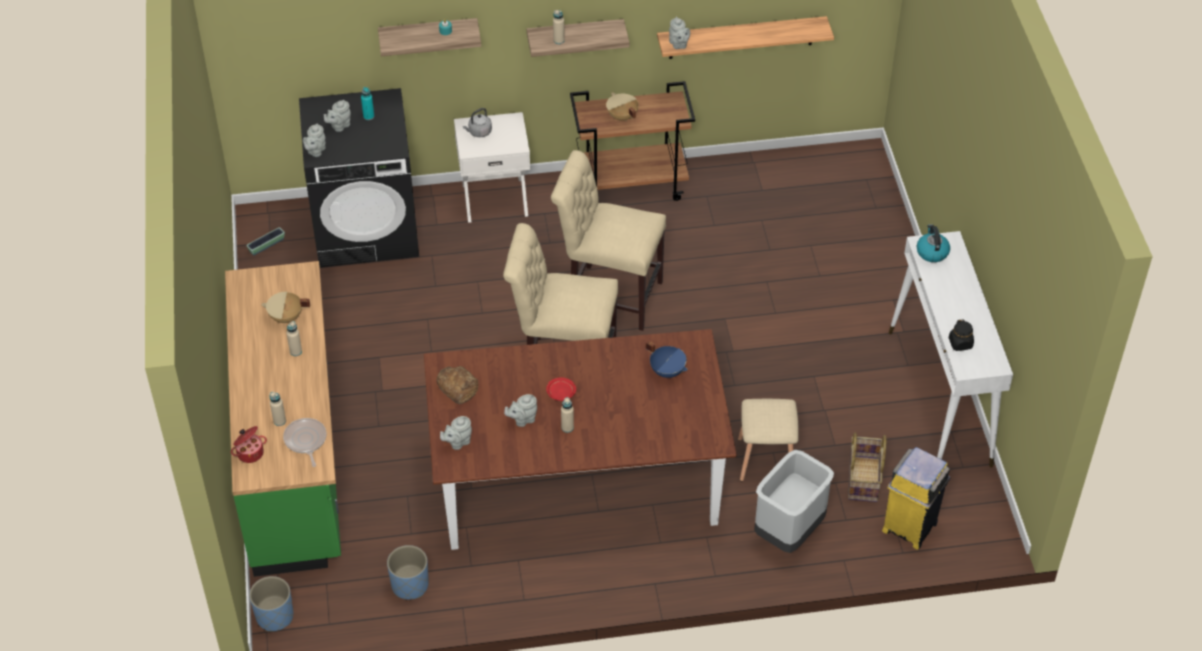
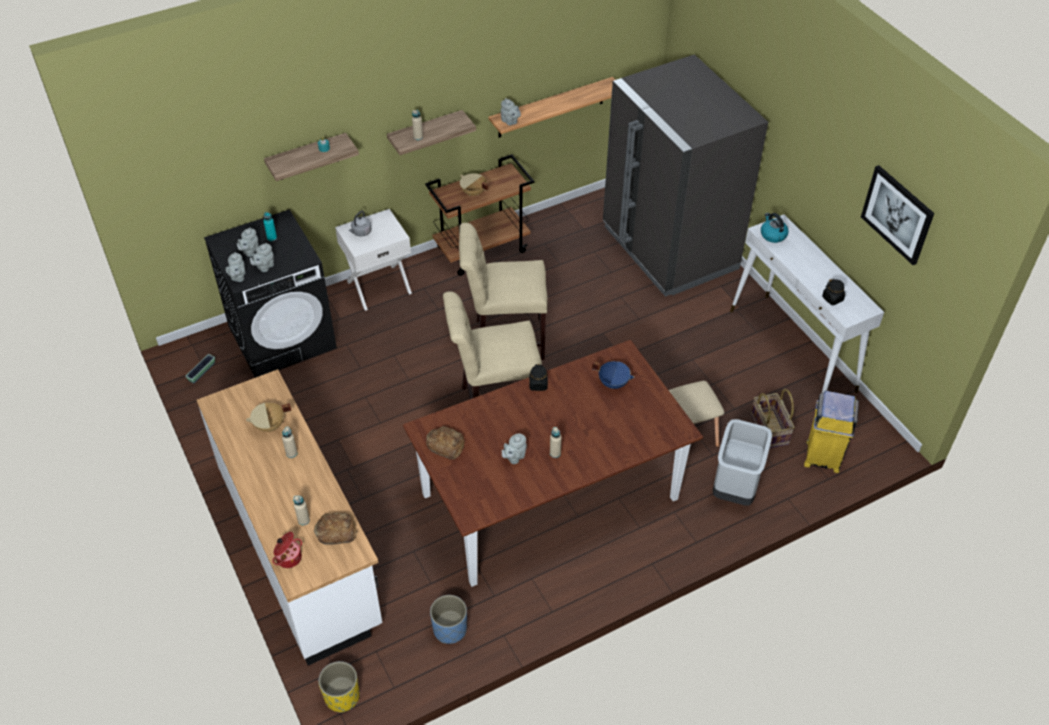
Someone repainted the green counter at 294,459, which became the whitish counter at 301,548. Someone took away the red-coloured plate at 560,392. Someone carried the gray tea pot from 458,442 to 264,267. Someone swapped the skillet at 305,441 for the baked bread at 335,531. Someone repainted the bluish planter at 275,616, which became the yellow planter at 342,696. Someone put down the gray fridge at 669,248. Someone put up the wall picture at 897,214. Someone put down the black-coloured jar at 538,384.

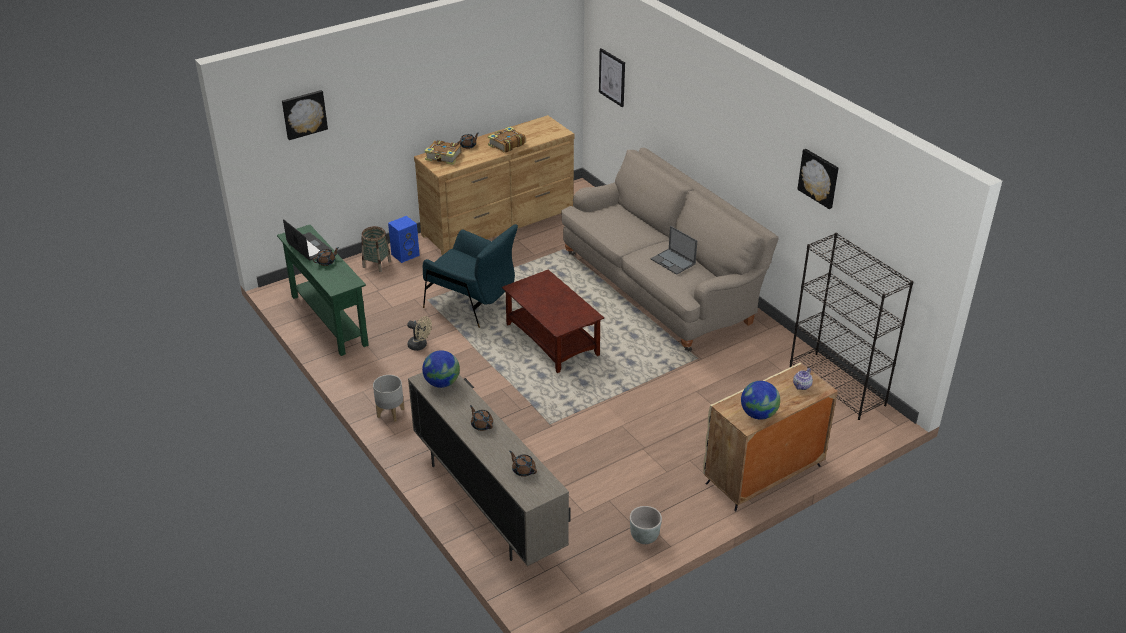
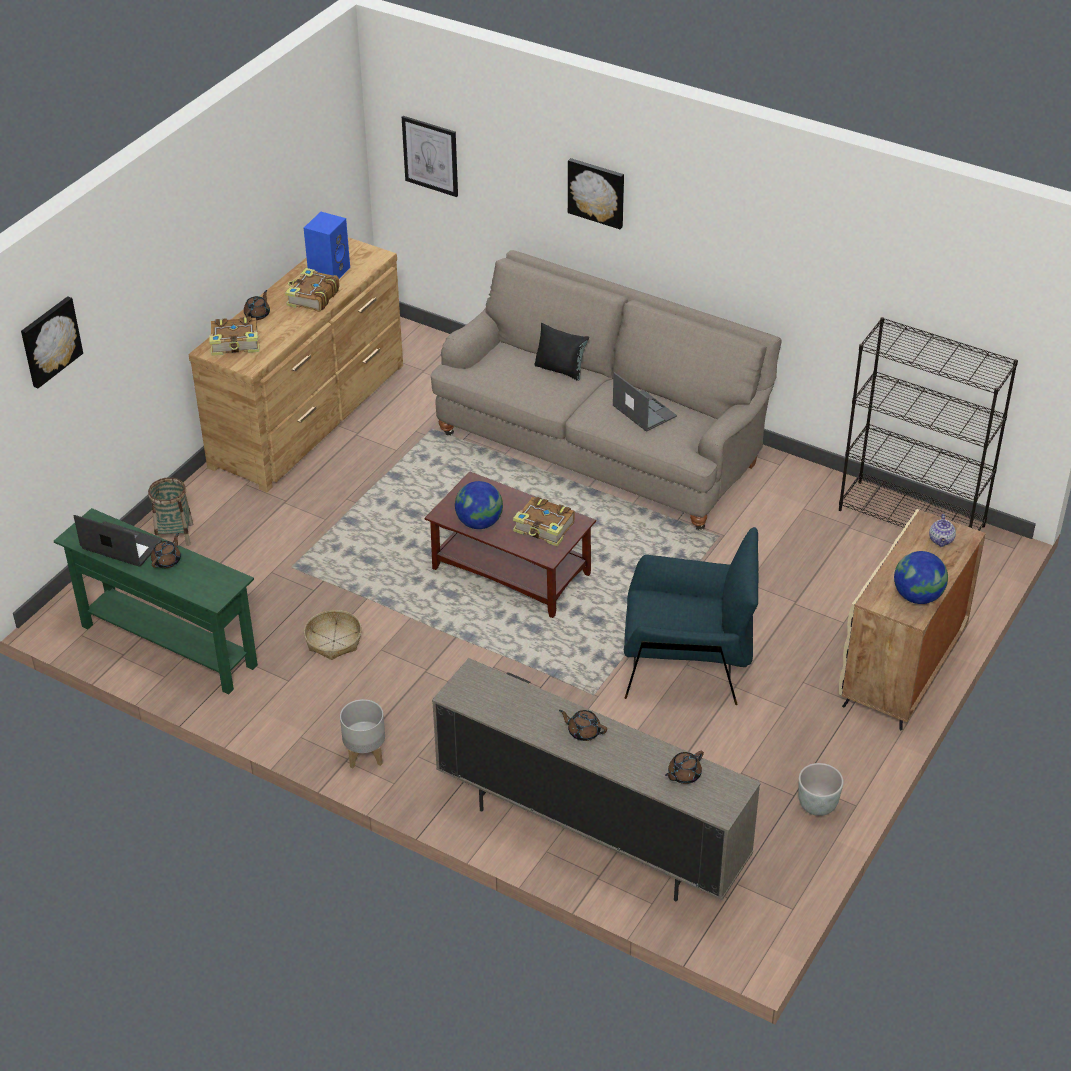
Someone carried the wall picture from 819,178 to 597,192. Someone carried the bluish audio speaker from 405,254 to 329,271. Someone carried the bluish easy chair from 471,302 to 688,664. Someone rotated the notebook computer at 673,262 by 150 degrees counterclockwise. Someone swapped the beige fan at 420,346 for the storage basket at 333,641. Someone carried the world globe from 442,383 to 479,523. Someone rotated the brown tea pot at 523,470 by 60 degrees counterclockwise. Someone put down the black-coloured cushion at 560,369. Someone put down the volume at 544,528.

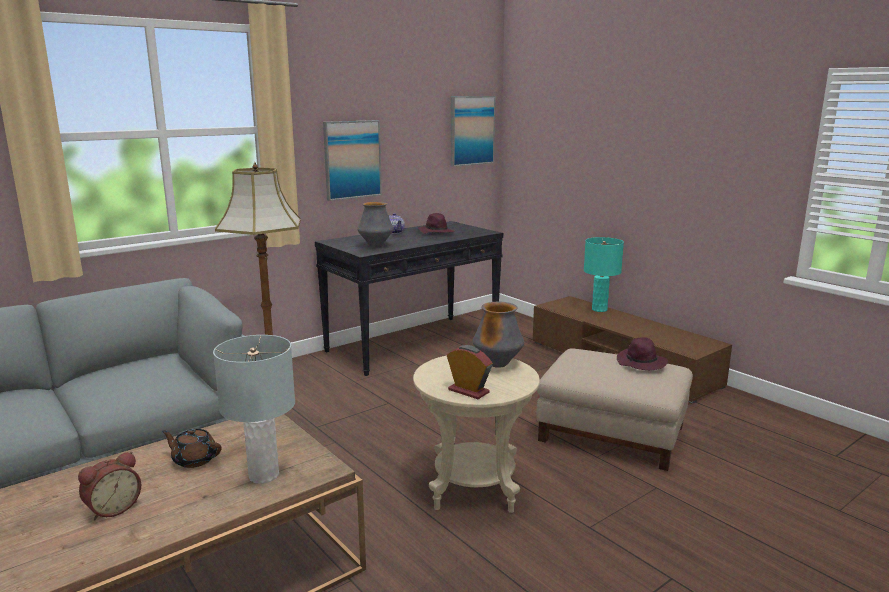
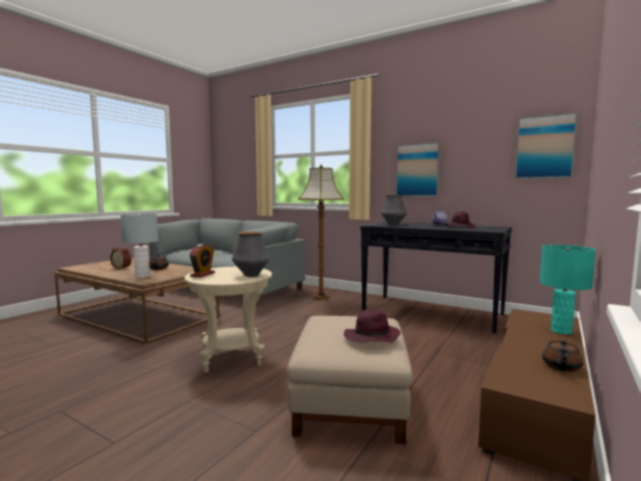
Someone put down the brown tea pot at 561,367.

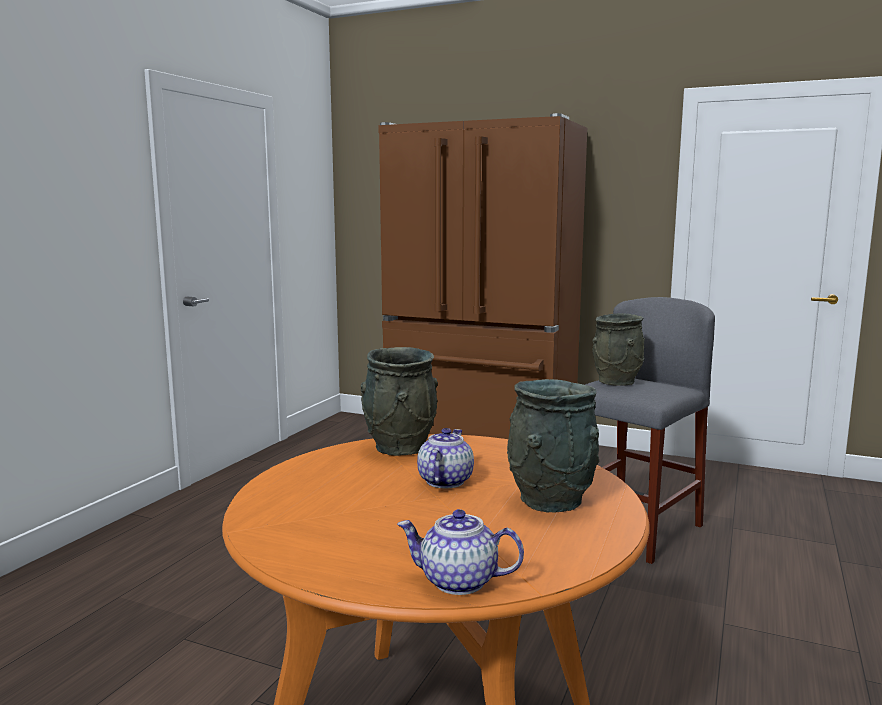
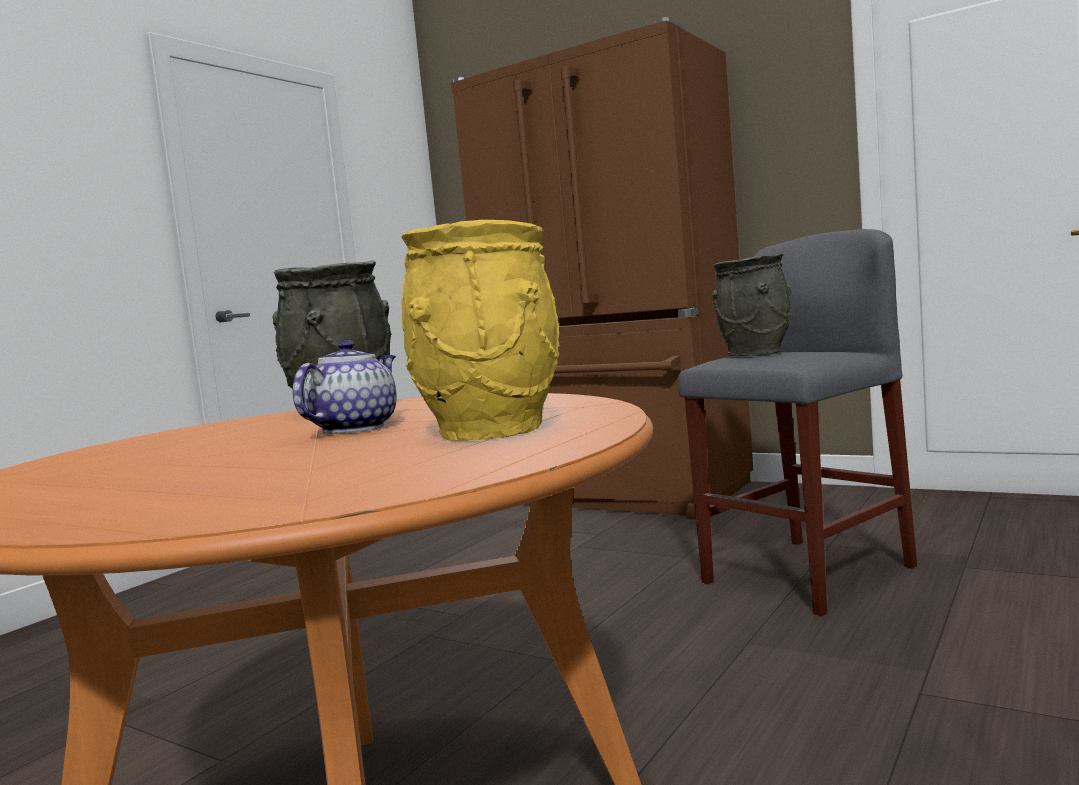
Someone repainted the gray vase at 552,501, which became the yellow vase at 491,431. Someone took away the tea pot at 458,582.

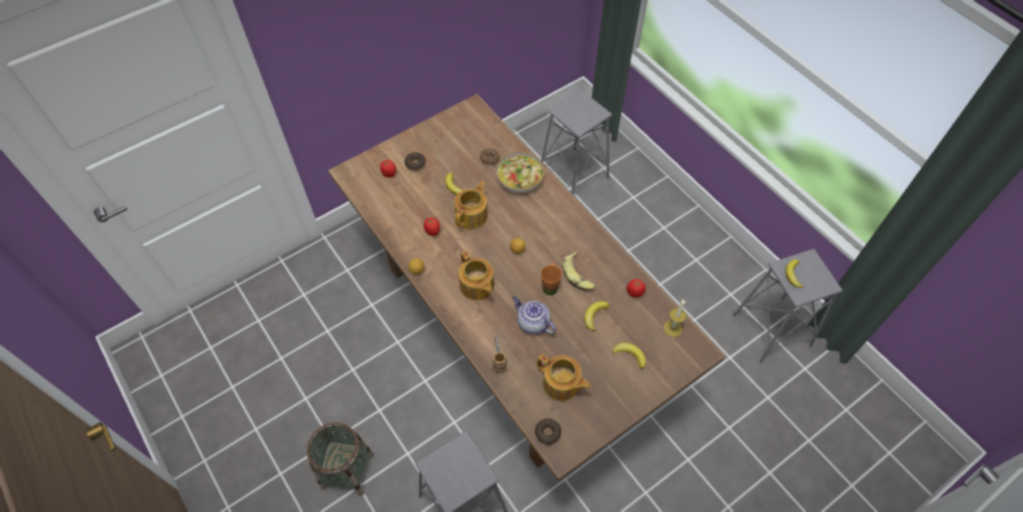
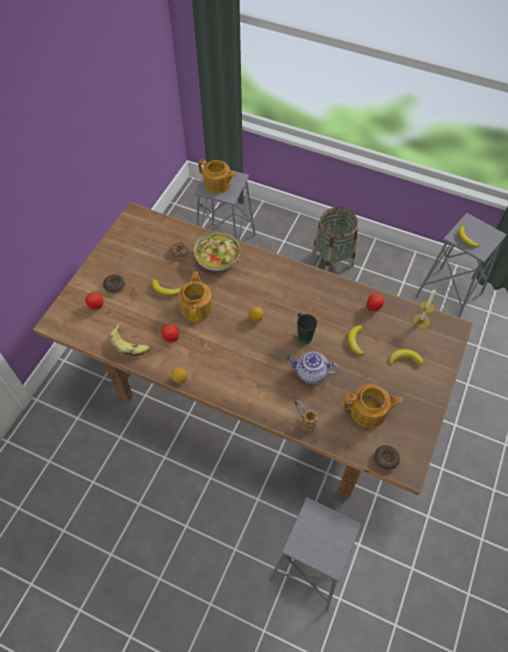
Someone carried the tea pot from 477,286 to 217,184. Someone carried the banana fruit from 578,276 to 130,344. Someone repainted the orange-coloured coffee mug at 550,285, which became the black-coloured coffee mug at 303,334. Someone carried the storage basket from 347,471 to 332,259.

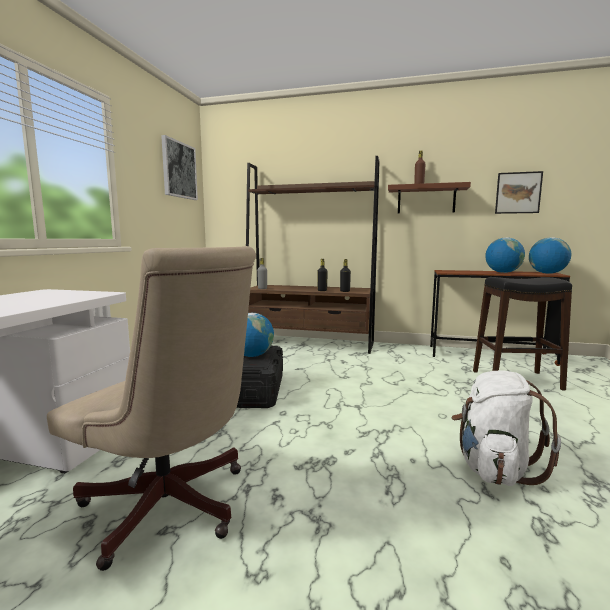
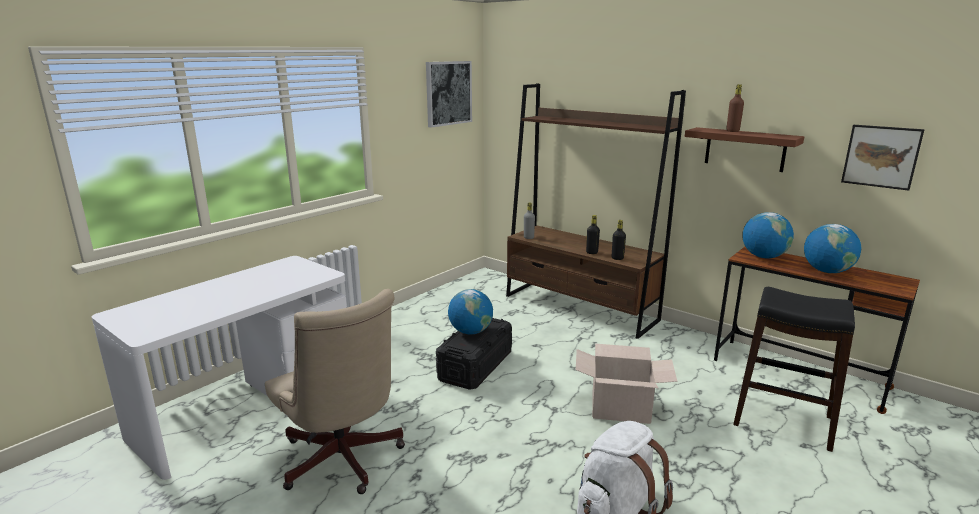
Someone carried the world globe from 547,273 to 763,257. Someone put down the cardboard box at 620,408.

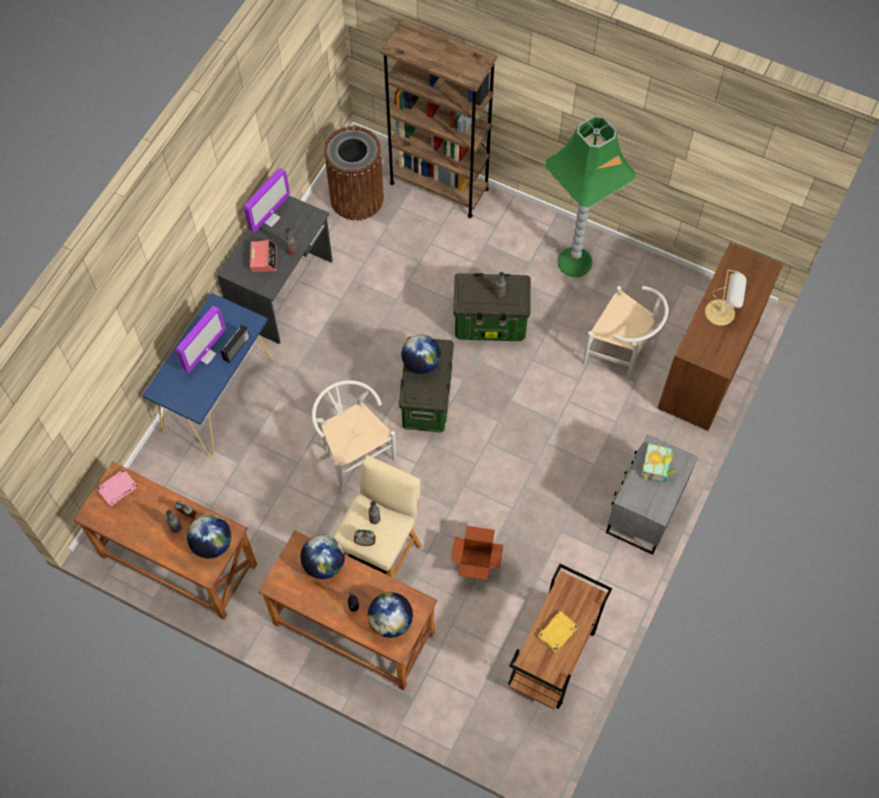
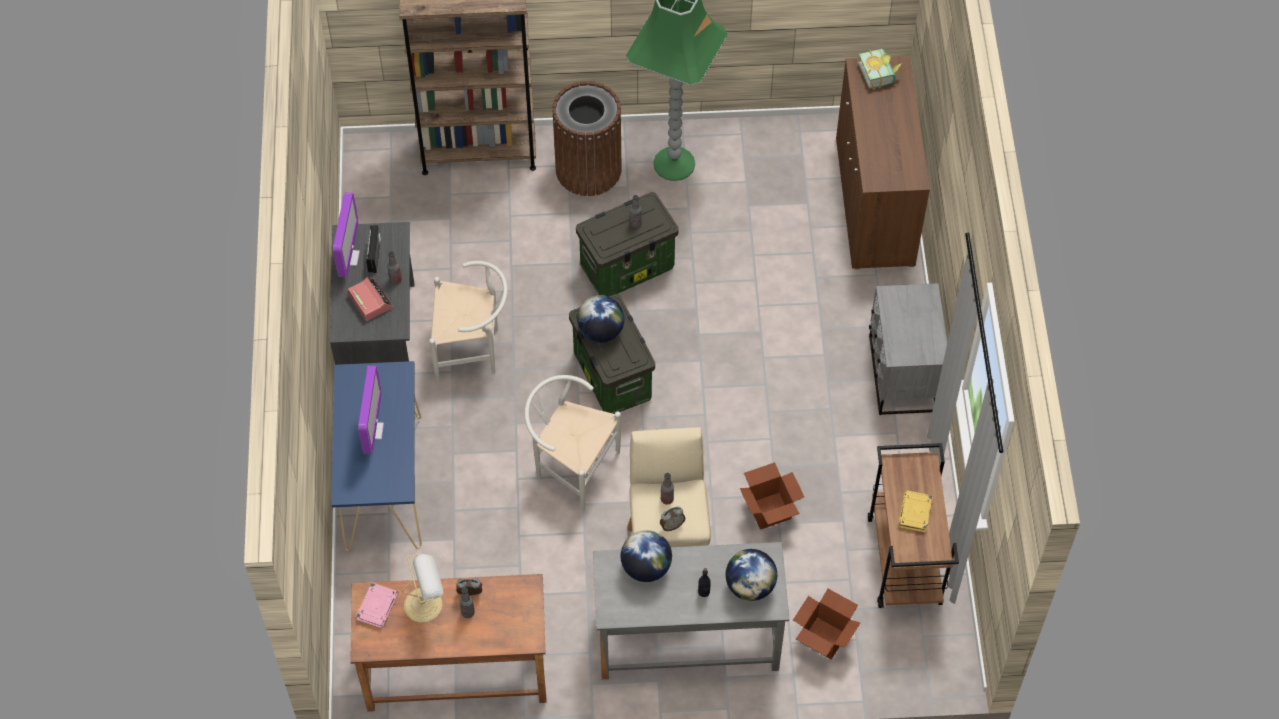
Someone carried the brown rubbish bin from 357,198 to 588,169. Someone carried the lamp for a table from 721,312 to 425,604. Someone carried the whitish upright chair from 621,353 to 473,351. Someone carried the radio set from 237,348 to 375,255. Someone carried the volume from 659,467 to 880,73. Someone took away the world globe at 212,544. Someone repainted the brown desk at 353,629, which became the gray desk at 687,639. Someone put down the cardboard box at 824,638.

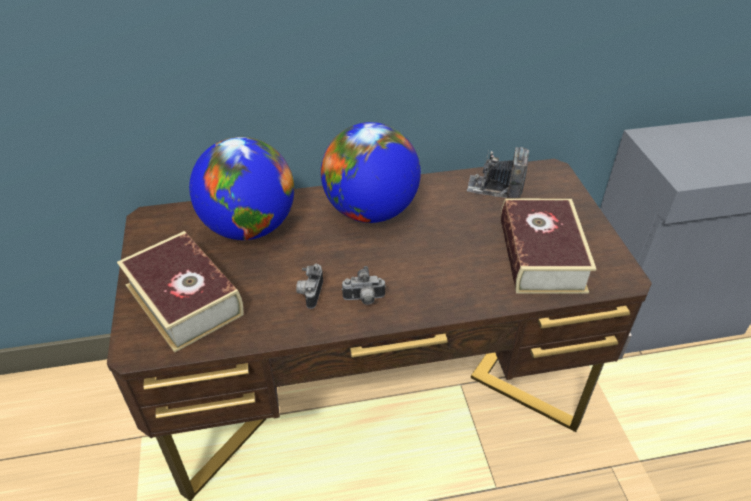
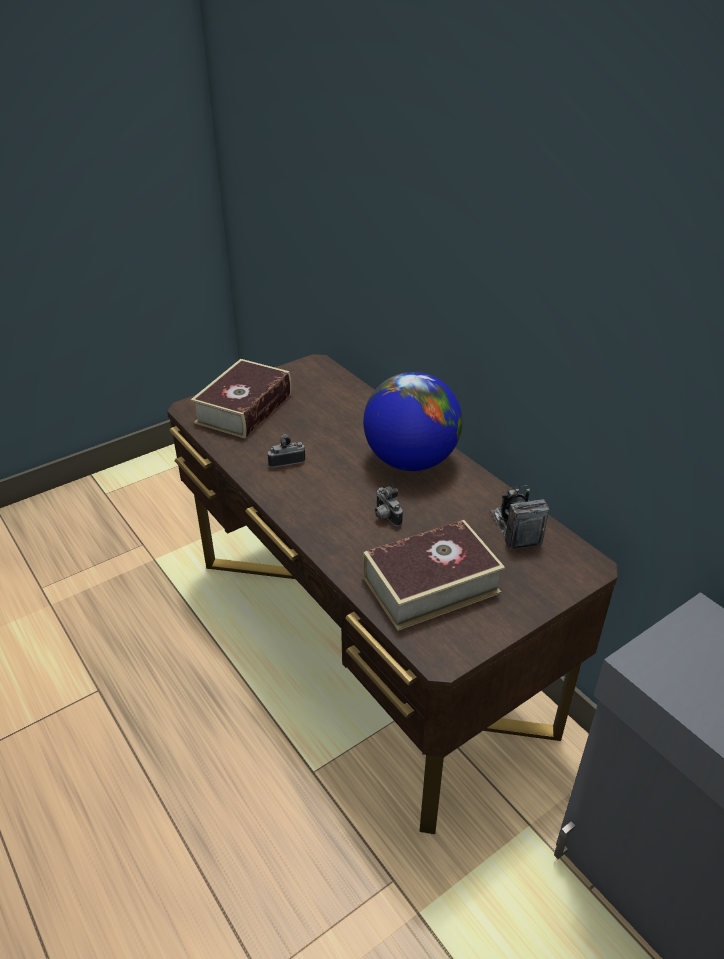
Someone took away the world globe at 249,227. Someone carried the photo camera from 364,299 to 385,516.

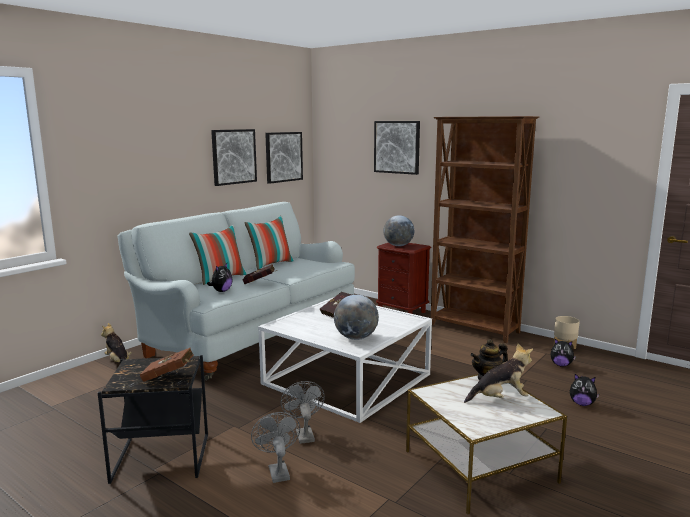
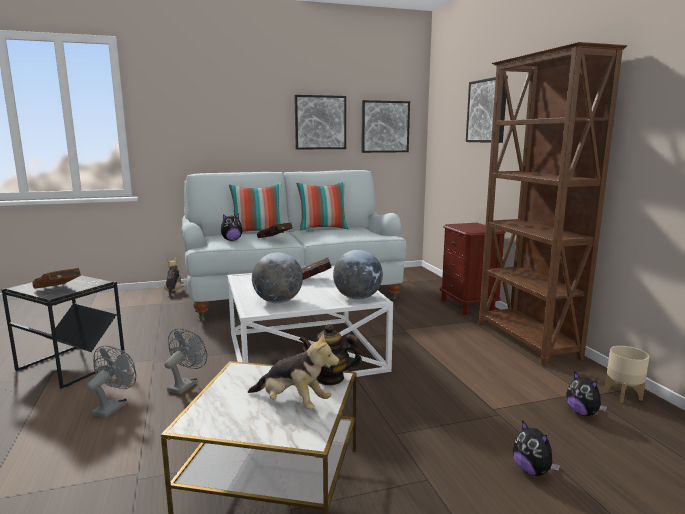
Someone carried the world globe from 398,245 to 357,298.

